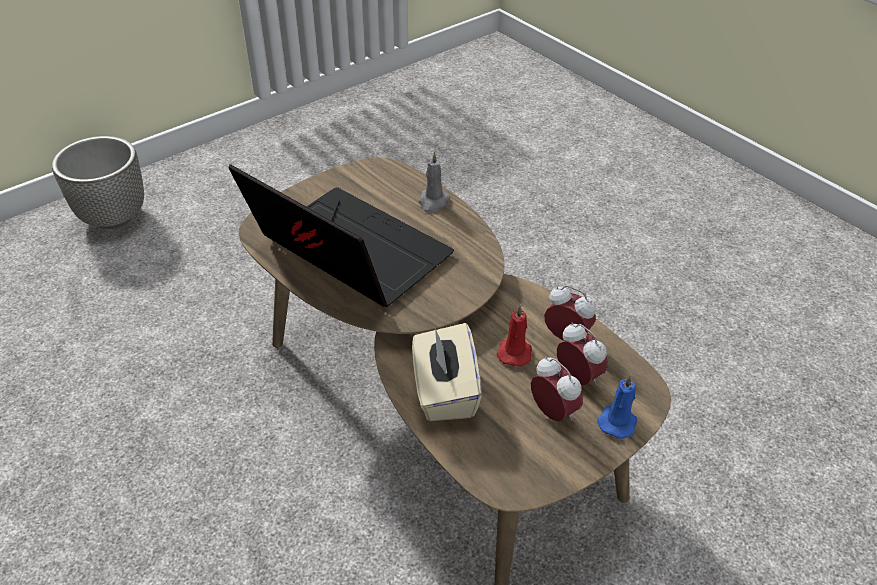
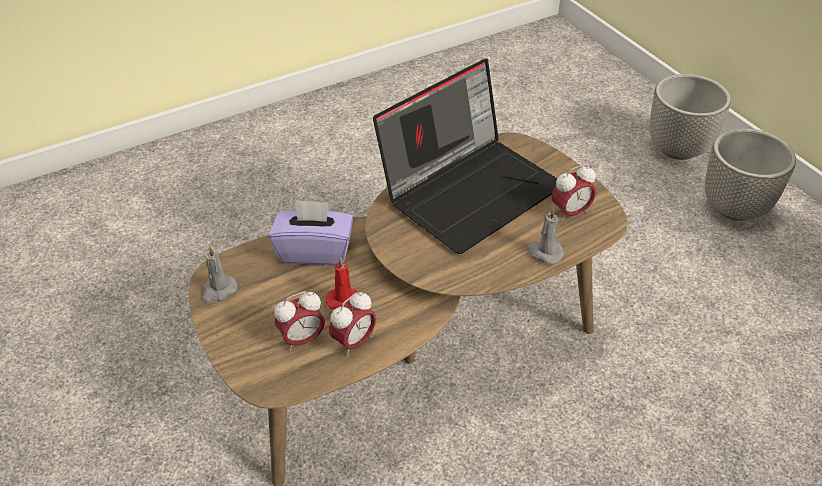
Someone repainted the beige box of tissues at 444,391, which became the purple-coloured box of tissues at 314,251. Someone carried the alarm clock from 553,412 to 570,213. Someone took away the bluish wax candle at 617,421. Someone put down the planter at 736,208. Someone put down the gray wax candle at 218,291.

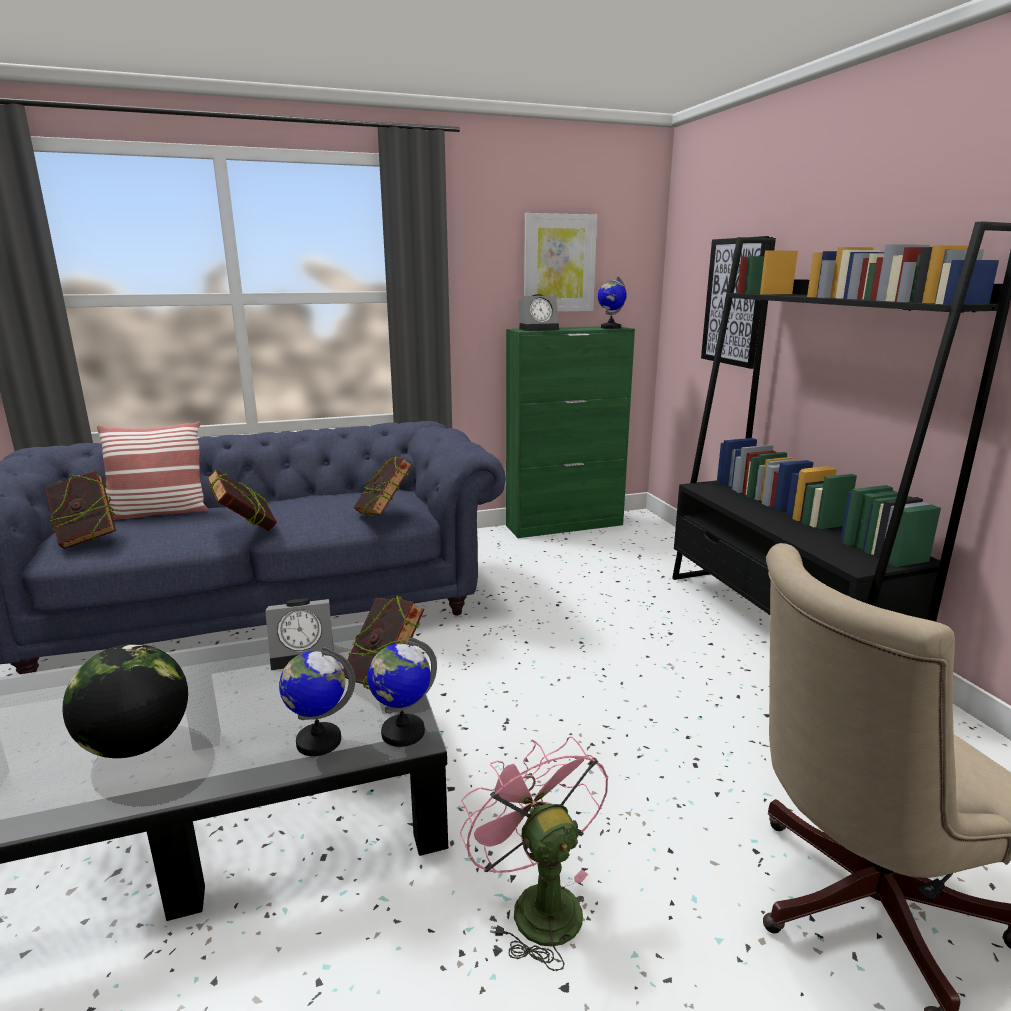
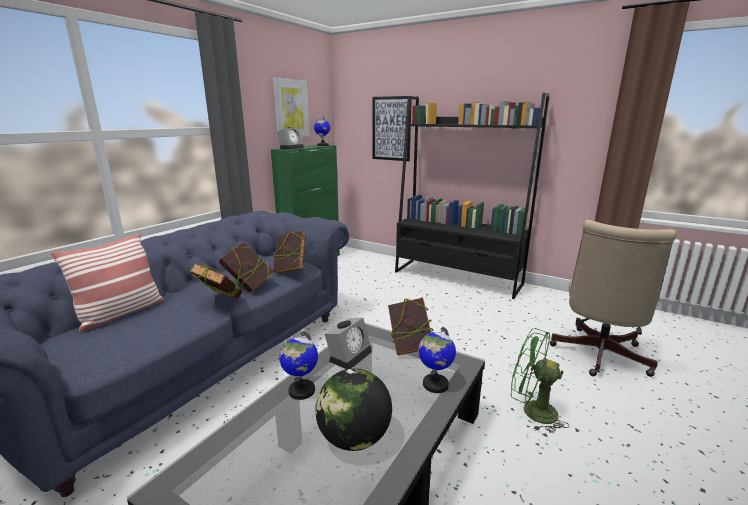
Someone carried the volume from 87,539 to 249,286. Someone carried the world globe from 402,732 to 301,391. Someone repainted the pink-coloured fan at 537,903, which became the green fan at 531,411.

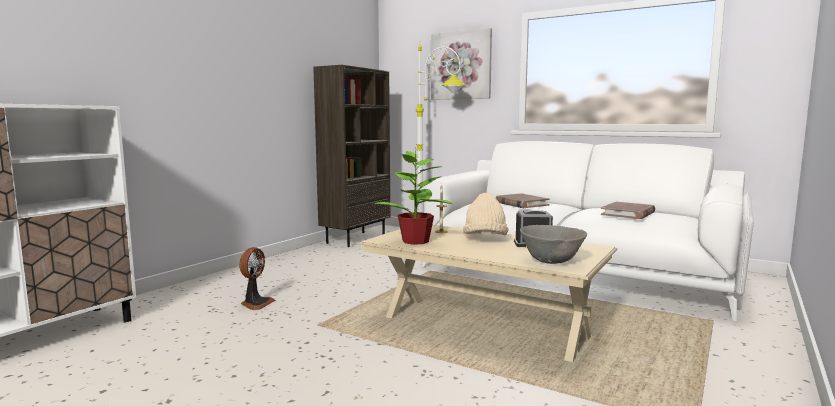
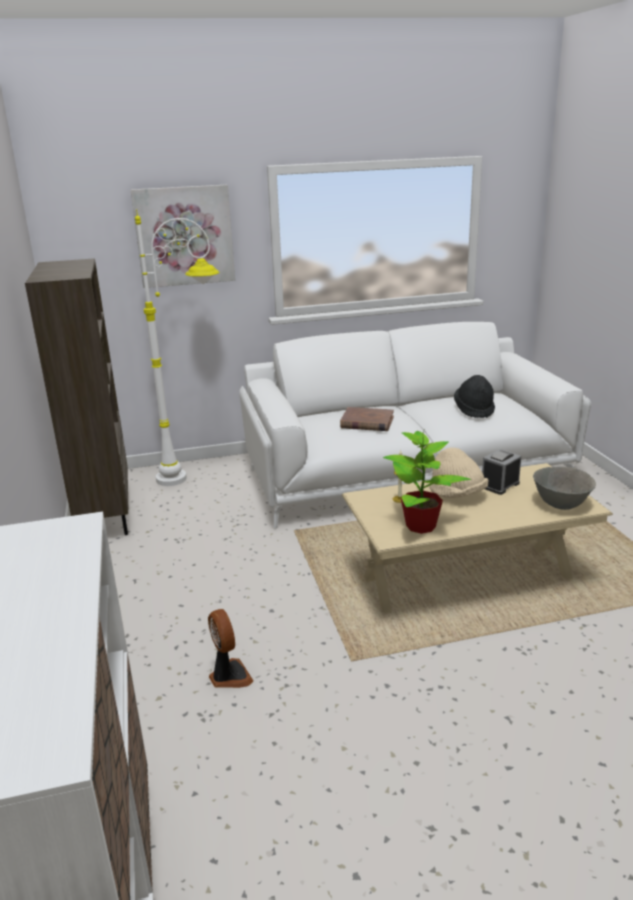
Someone swapped the brown volume at 628,213 for the black-coloured hat at 474,410.

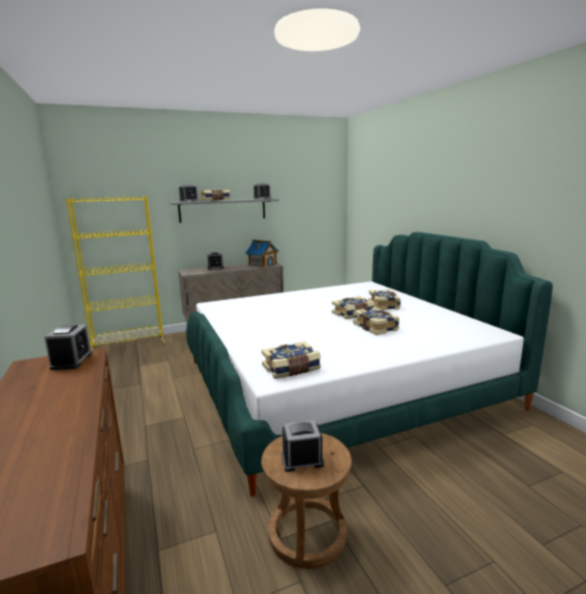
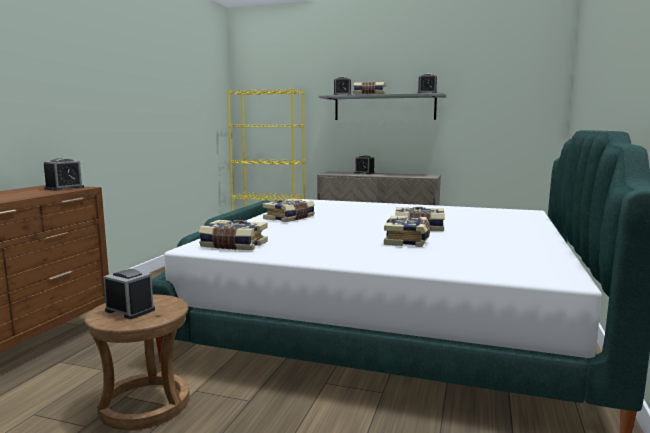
Someone took away the toy house at 262,264. Someone carried the volume from 384,306 to 290,218.

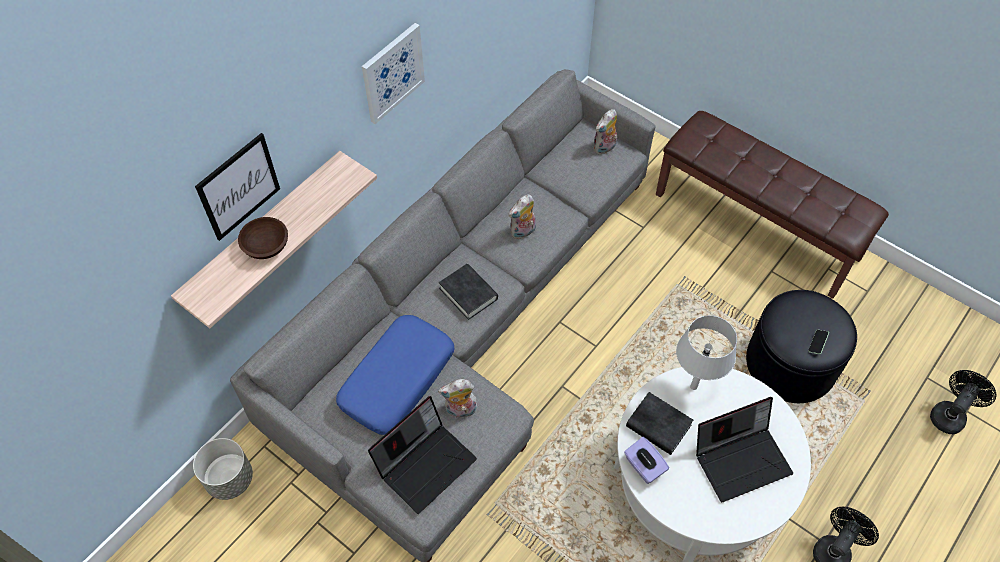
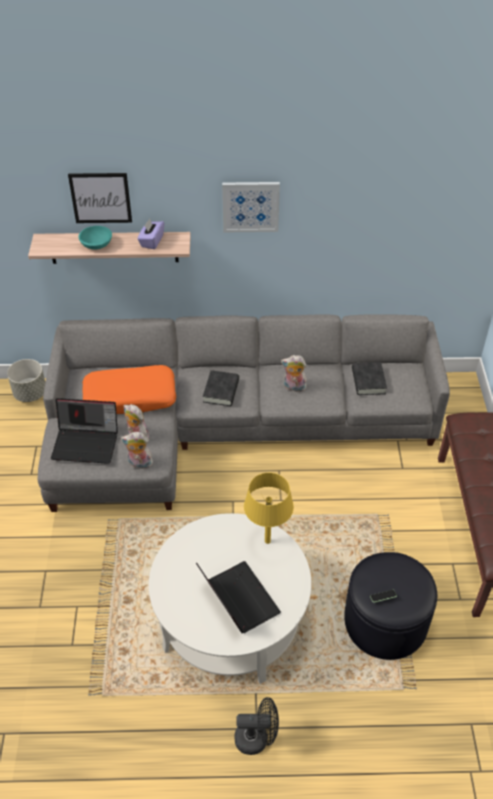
Someone carried the cuddly toy from 605,148 to 139,464. Someone repainted the brown bowl at 266,246, which became the turquoise-coloured bowl at 96,244. Someone repainted the bluish cushion at 397,379, which became the orange-coloured cushion at 130,397. Someone repainted the gray lamp for a table at 694,386, which became the yellow lamp for a table at 267,541. Someone took away the black-coloured fan at 949,414. Someone carried the black-coloured volume from 658,426 to 368,381. Someone rotated the notebook computer at 741,458 by 150 degrees counterclockwise. Someone carried the purple-coloured box of tissues from 644,466 to 151,241.

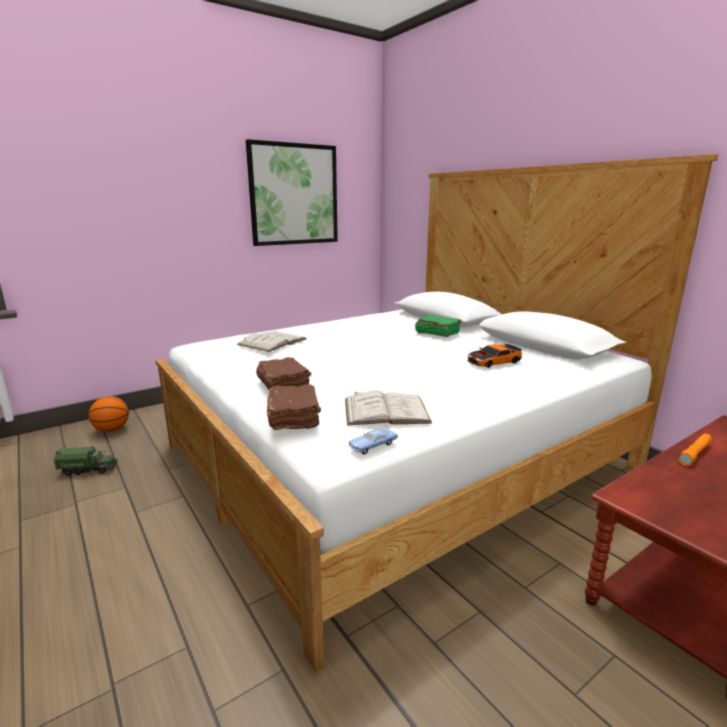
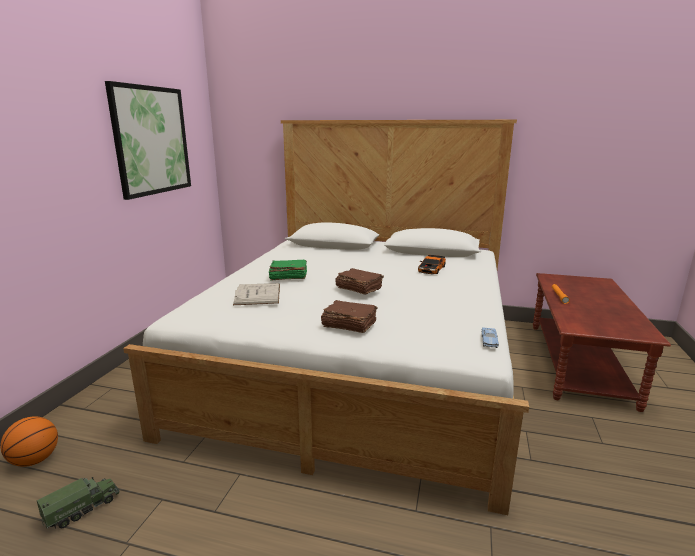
Someone carried the green volume from 437,333 to 288,277. Someone carried the brown volume from 294,418 to 358,288. Someone took away the whitish volume at 386,410.

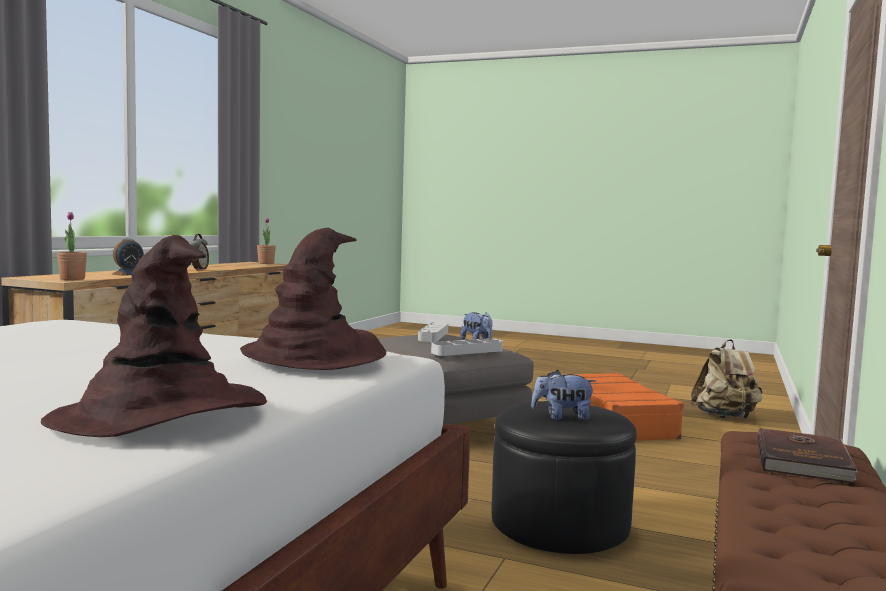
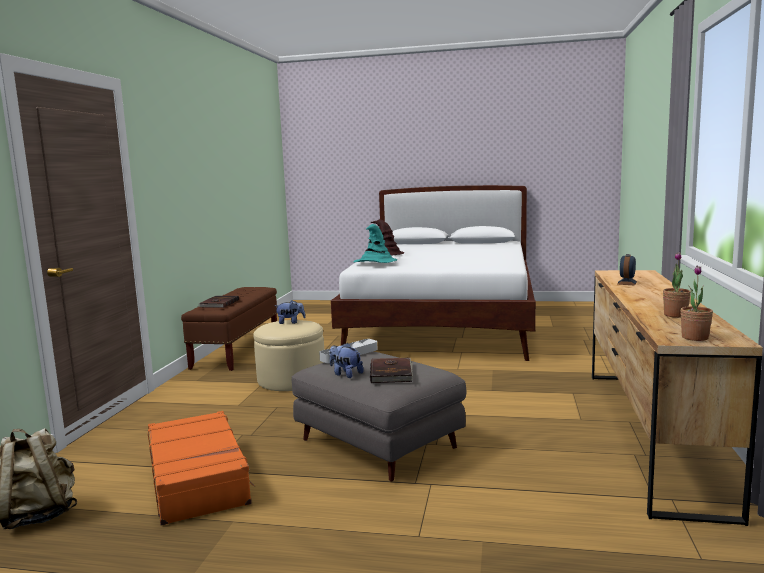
Someone carried the houseplant from 72,279 to 675,315. Someone repainted the brown hat at 315,355, which became the turquoise-coloured hat at 375,262. Someone took away the alarm clock at 199,269. Someone swapped the gray carrying tray at 433,336 for the brown volume at 392,373. Someone repainted the black-coloured ottoman at 559,523, which became the beige ottoman at 291,379.

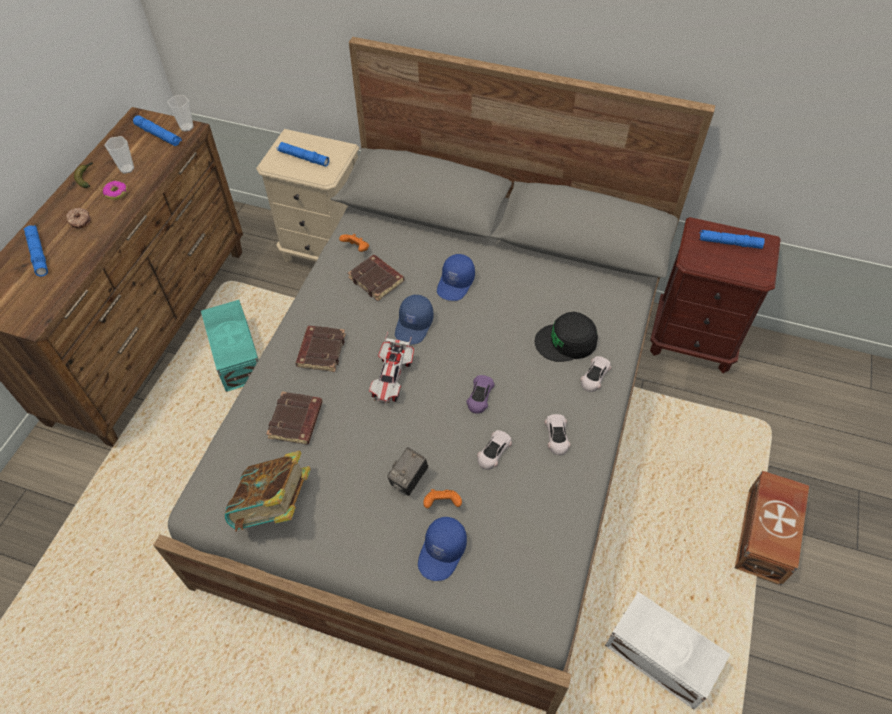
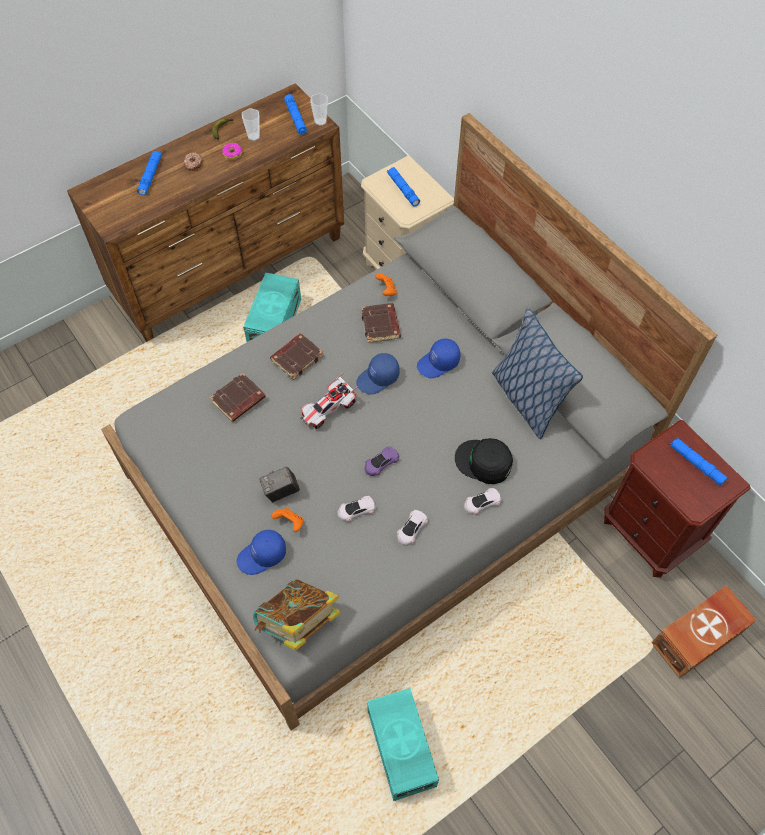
Someone carried the volume from 274,506 to 298,623. Someone carried the brown storage container from 765,535 to 698,638. Someone repainted the whitish storage container at 660,659, which became the turquoise-coloured storage container at 400,750. Someone put down the cushion at 526,399.

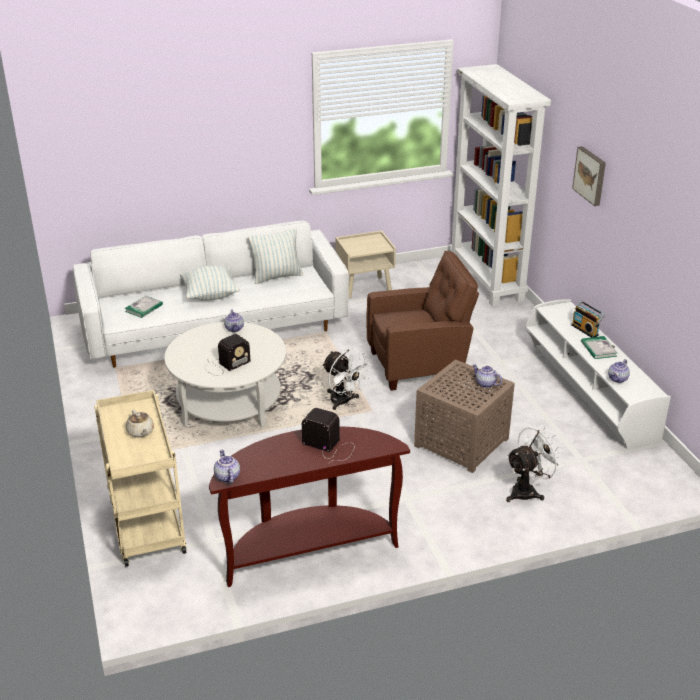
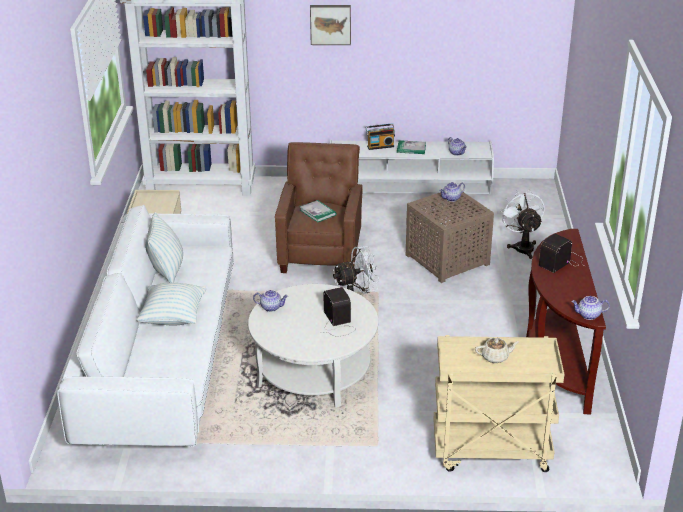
Someone carried the volume from 144,308 to 318,212.

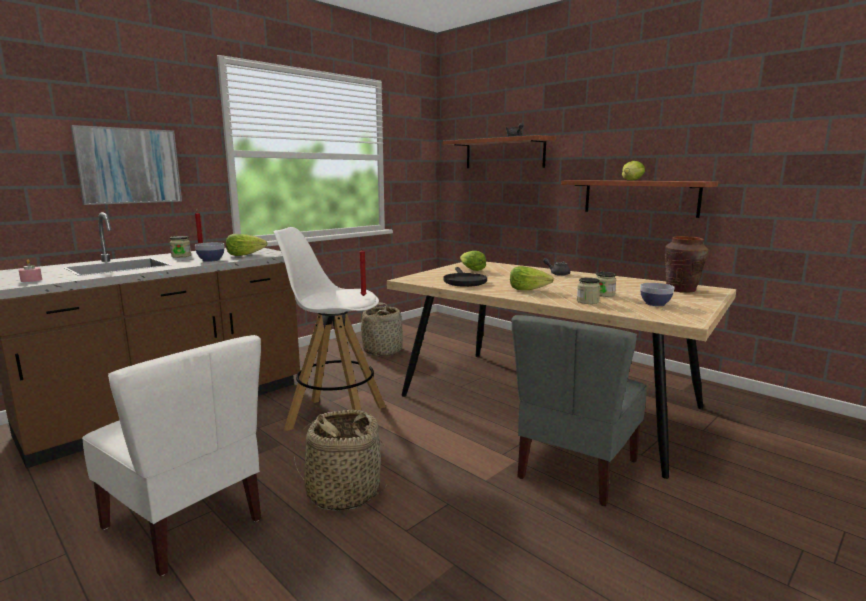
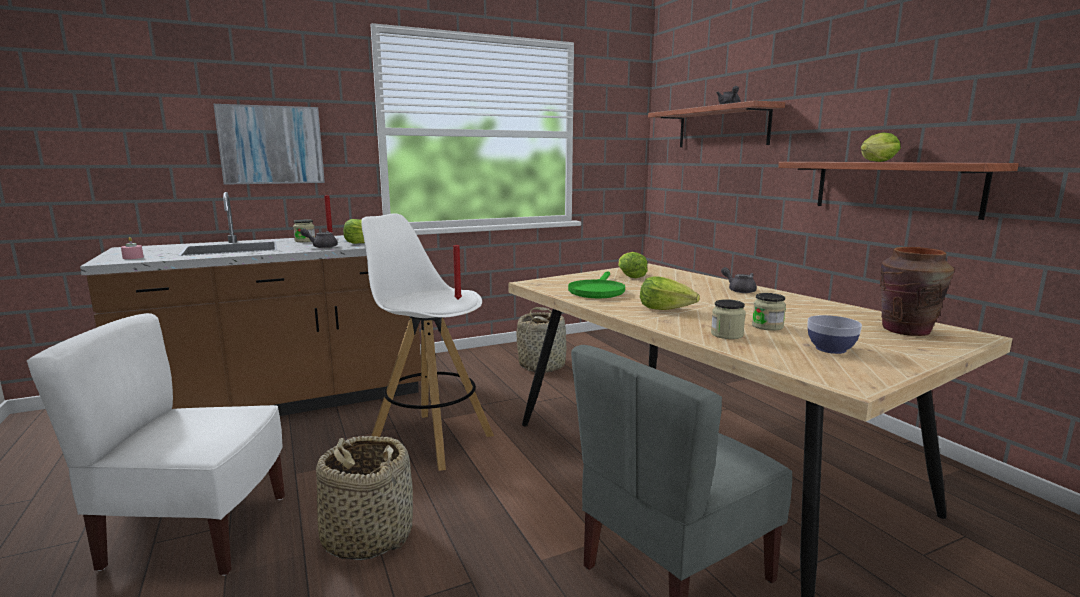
Someone swapped the bowl at 211,260 for the gray tea pot at 321,247. Someone repainted the black-coloured skillet at 463,281, which became the green skillet at 597,291. Someone rotated the whitish upright chair at 186,522 by 120 degrees clockwise.

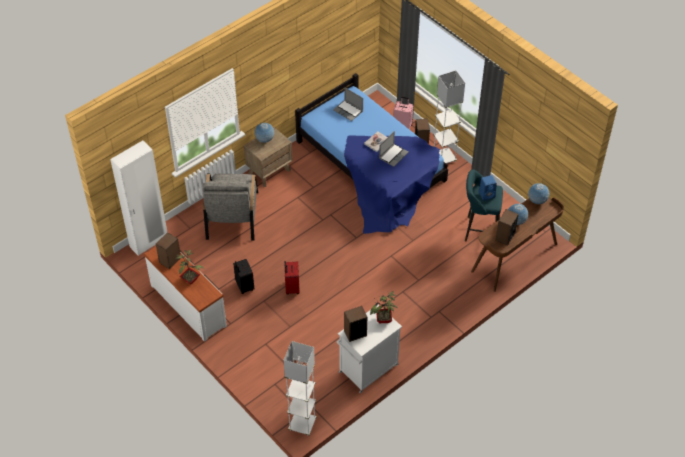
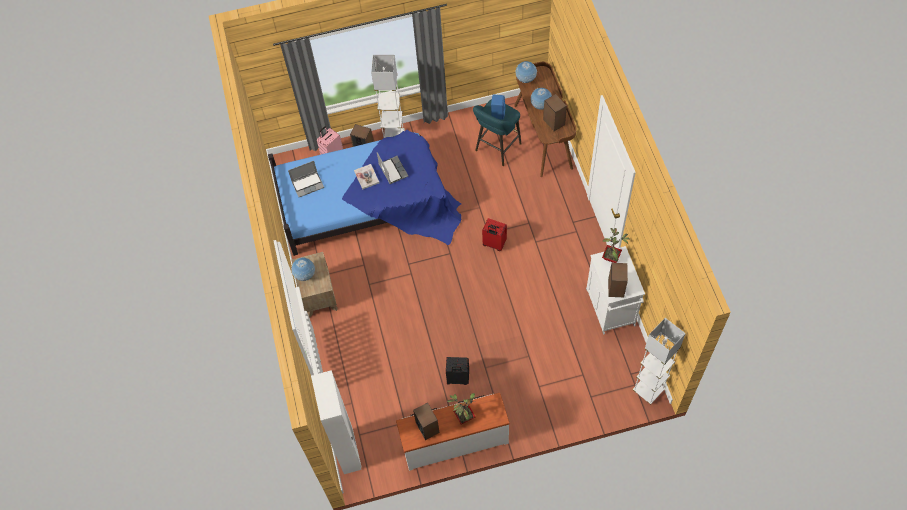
Someone took away the gray easy chair at 232,215. Someone carried the red-coloured suitcase from 291,288 to 494,244.

